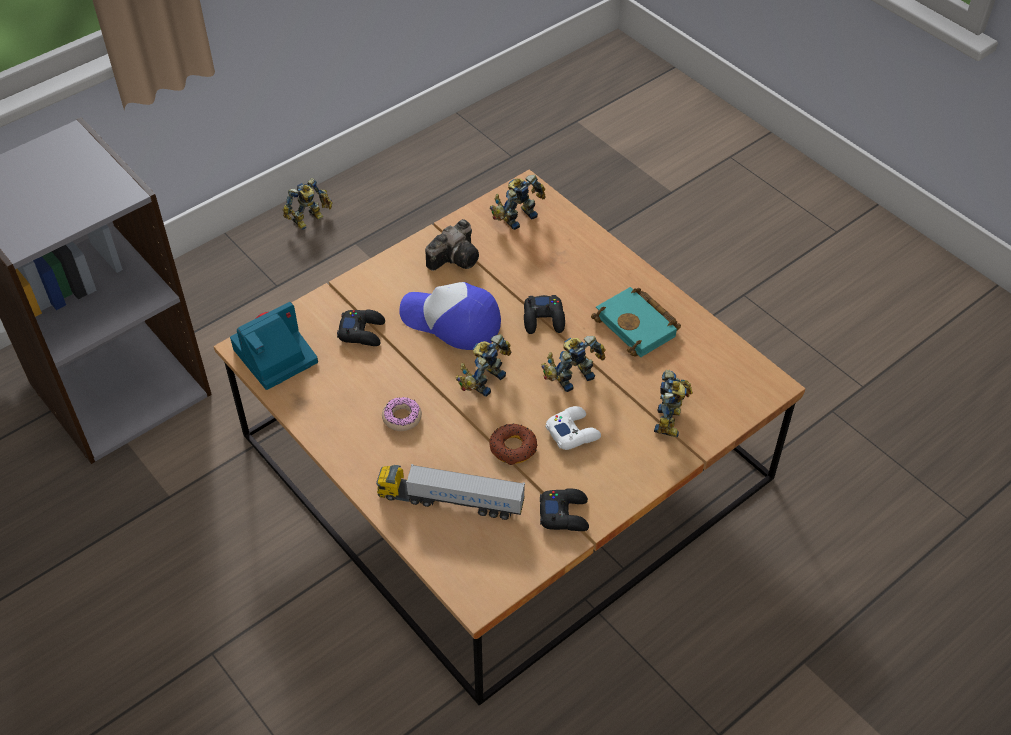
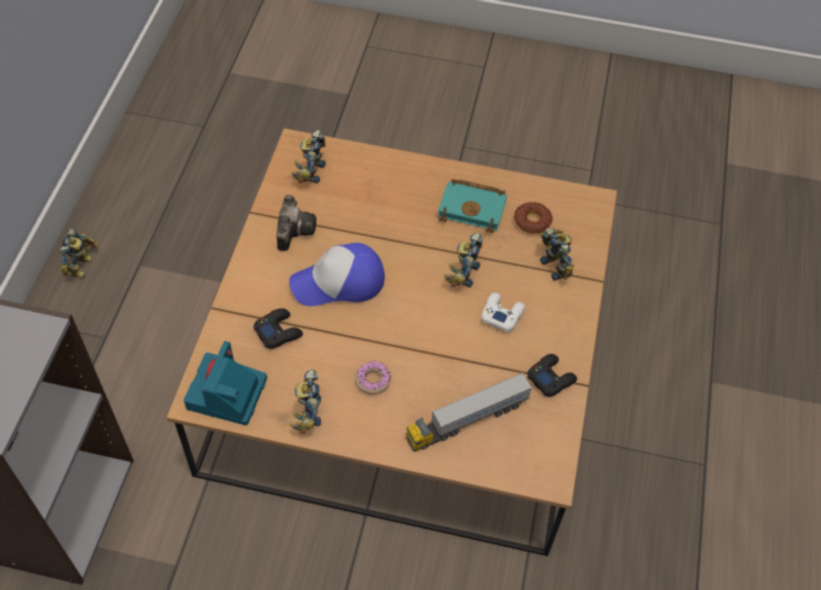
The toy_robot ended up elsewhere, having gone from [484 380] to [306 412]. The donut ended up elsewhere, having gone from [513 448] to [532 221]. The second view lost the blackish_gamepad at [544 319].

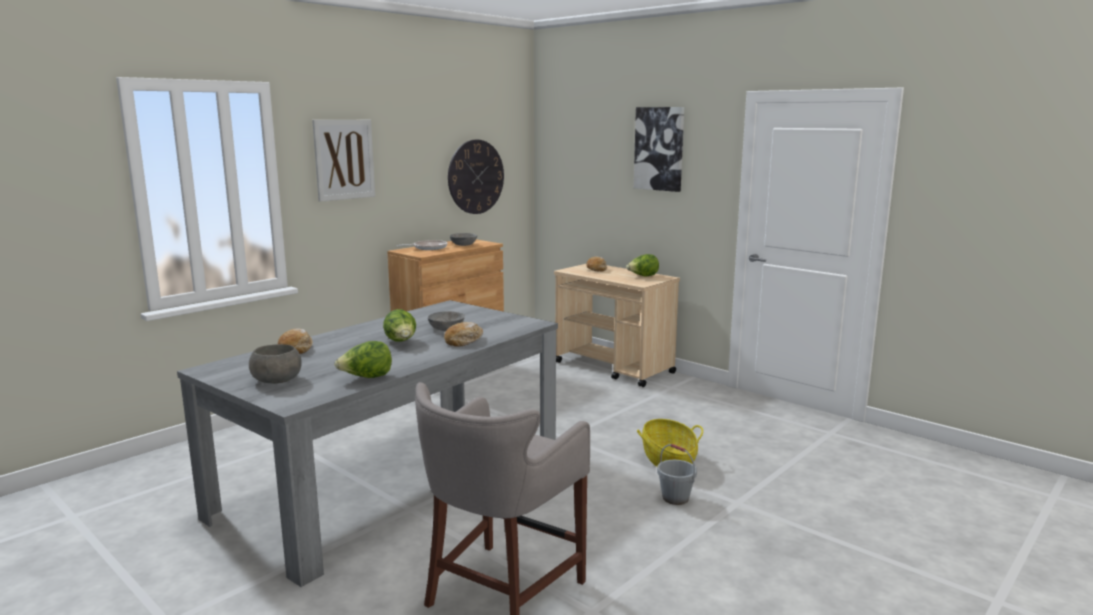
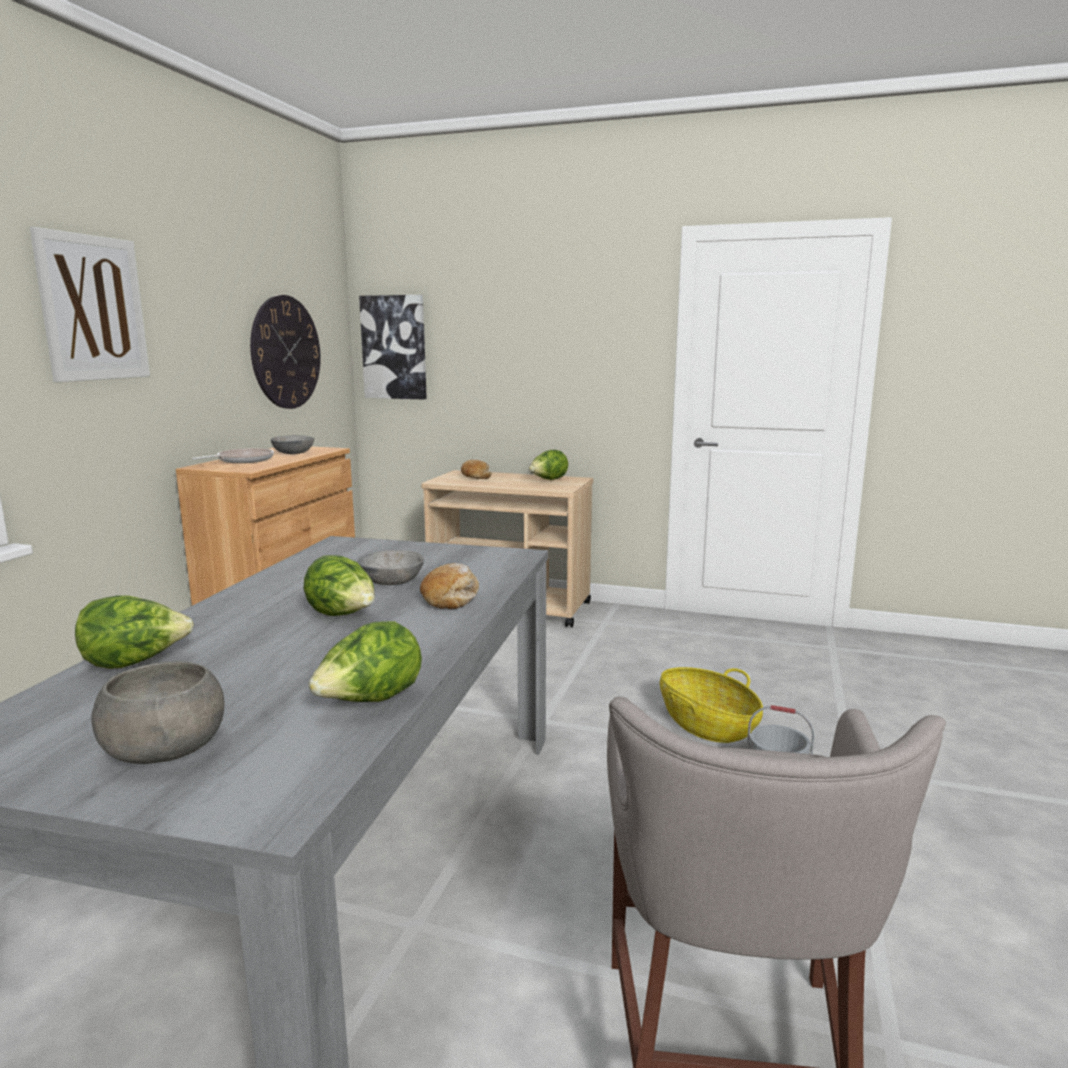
Where the bakery_bread stood at [296 348], the head_of_lettuce came to stand at [135 662]. The wall_art ended up elsewhere, having gone from [659 149] to [394 347].

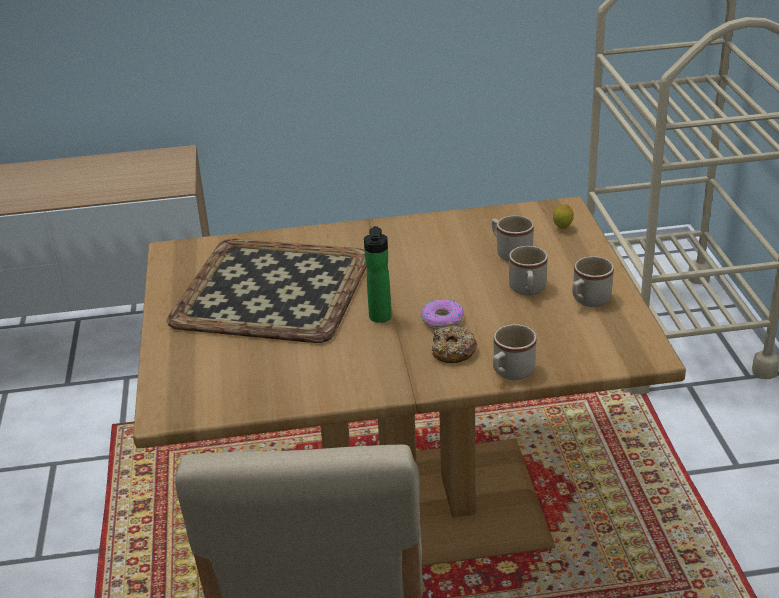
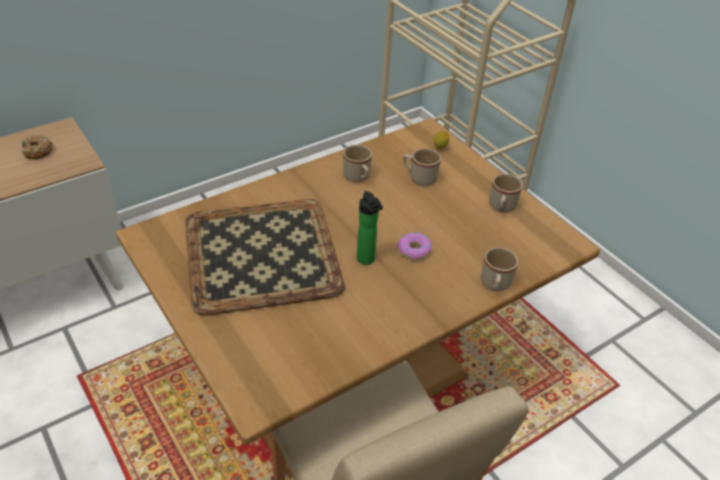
The donut ended up elsewhere, having gone from [453 351] to [37 151]. The sand-coloured_coffee_mug ended up elsewhere, having gone from [527 290] to [358 178].

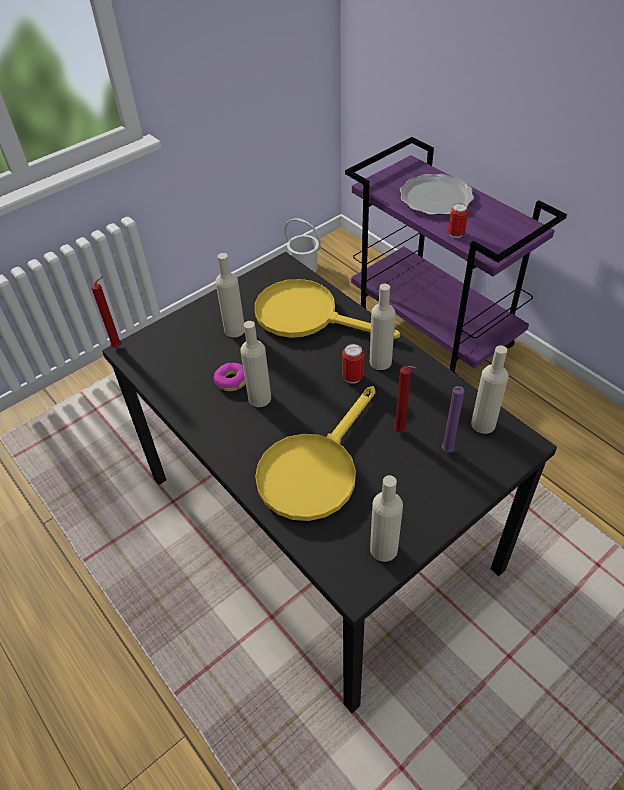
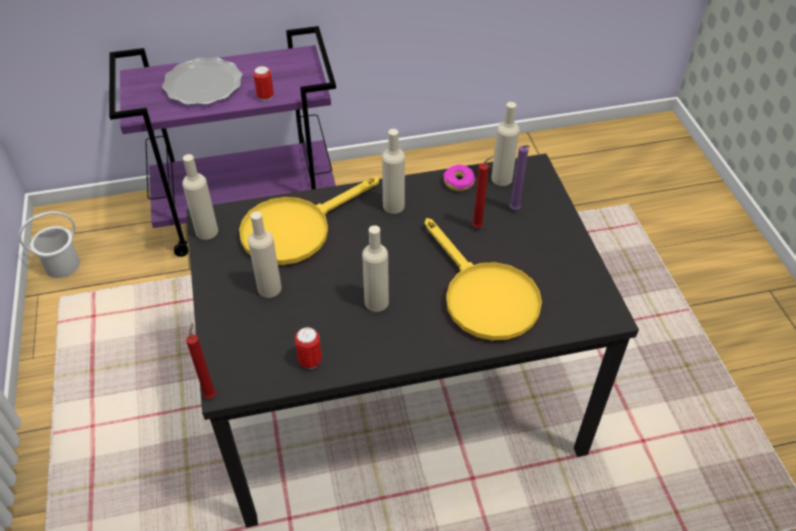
The sand-coloured_bottle ended up elsewhere, having gone from [383 549] to [206 231]. The sealed_can ended up elsewhere, having gone from [352 377] to [310 361]. The donut ended up elsewhere, having gone from [231 380] to [458 182].

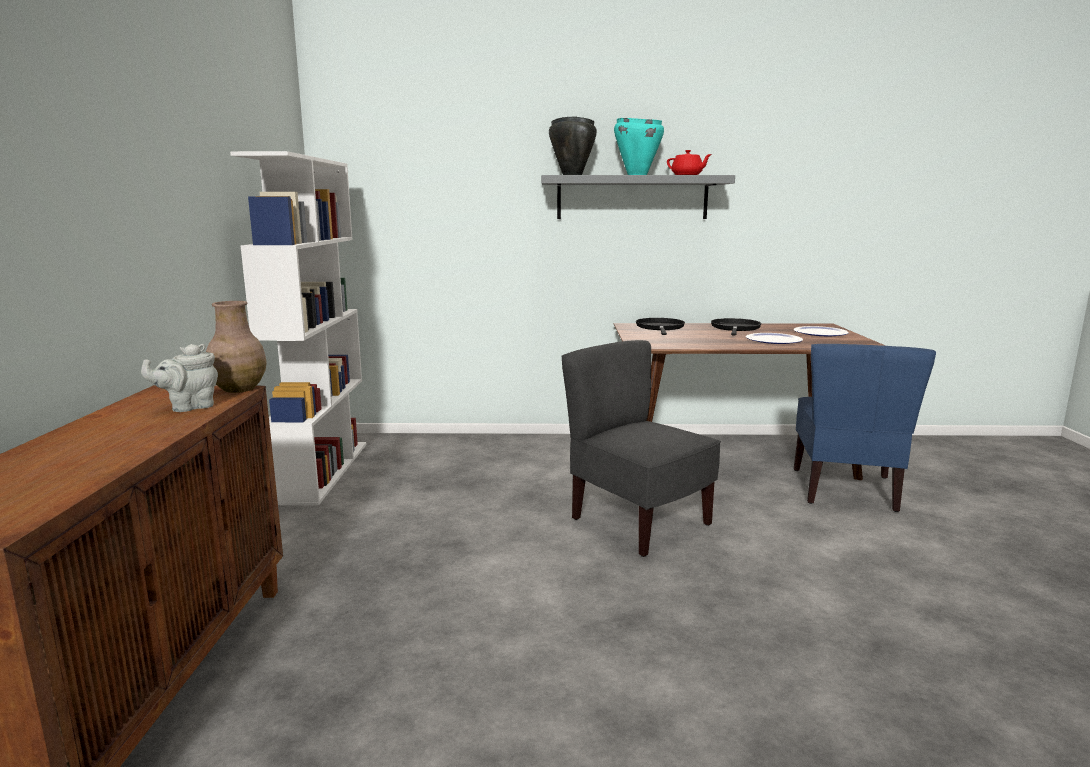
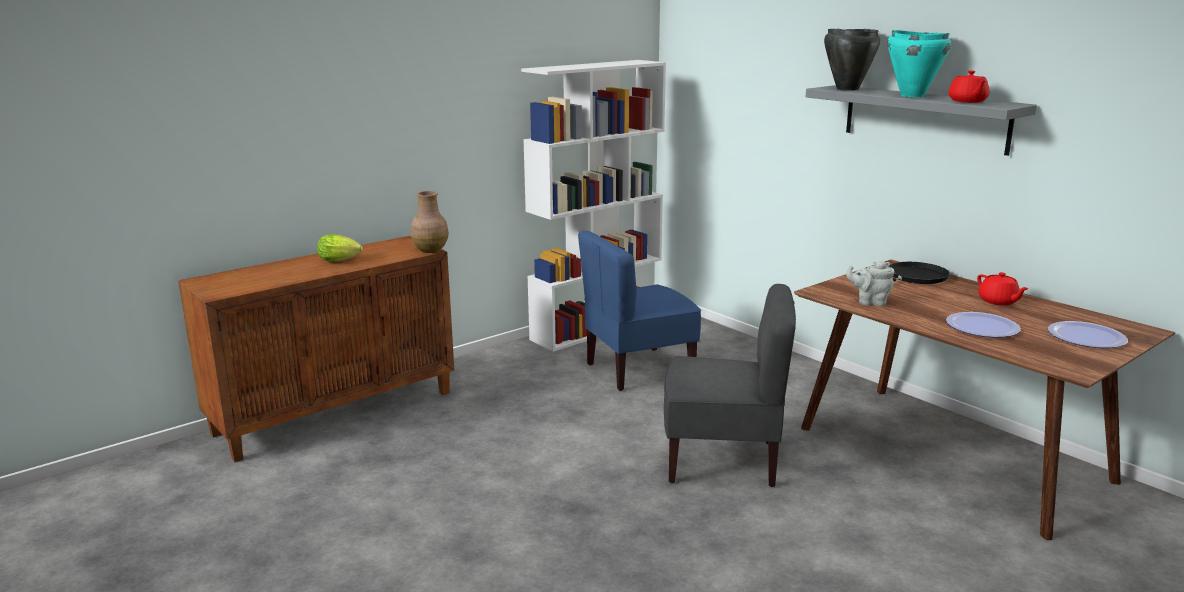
The second view gained the head_of_lettuce at [341 261]. The bluish_plain_chair ended up elsewhere, having gone from [845 490] to [638 370]. The gray_plain_chair at [638 523] ended up facing another way, 90 degrees clockwise from before. The gray_pot_for_tea ended up elsewhere, having gone from [189 407] to [870 302]. Where the blackish_skillet stood at [735 328], the red_pot_for_tea came to stand at [998 301].

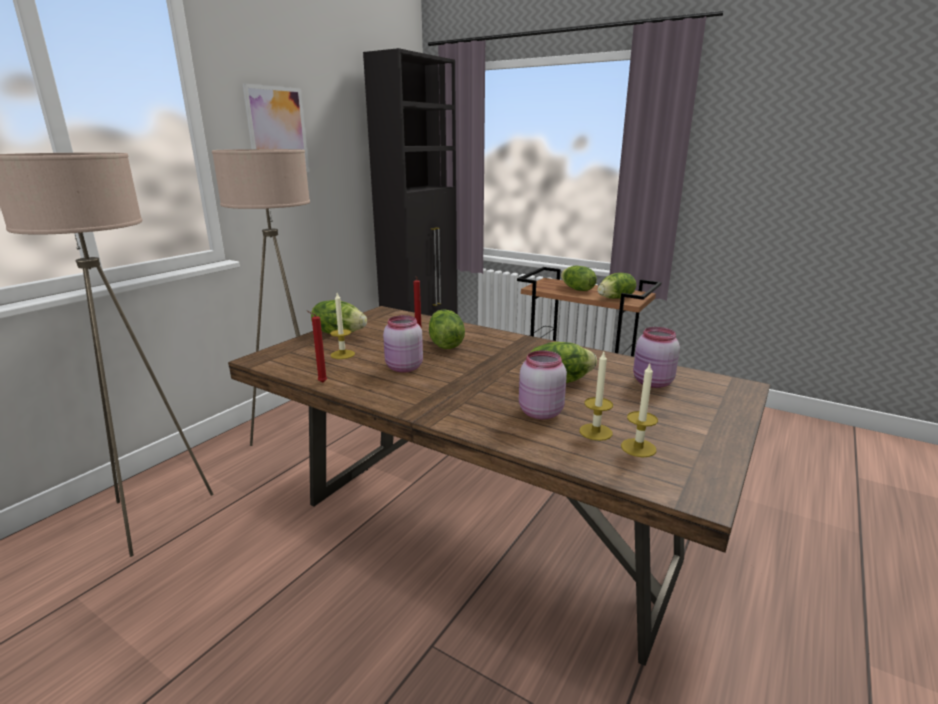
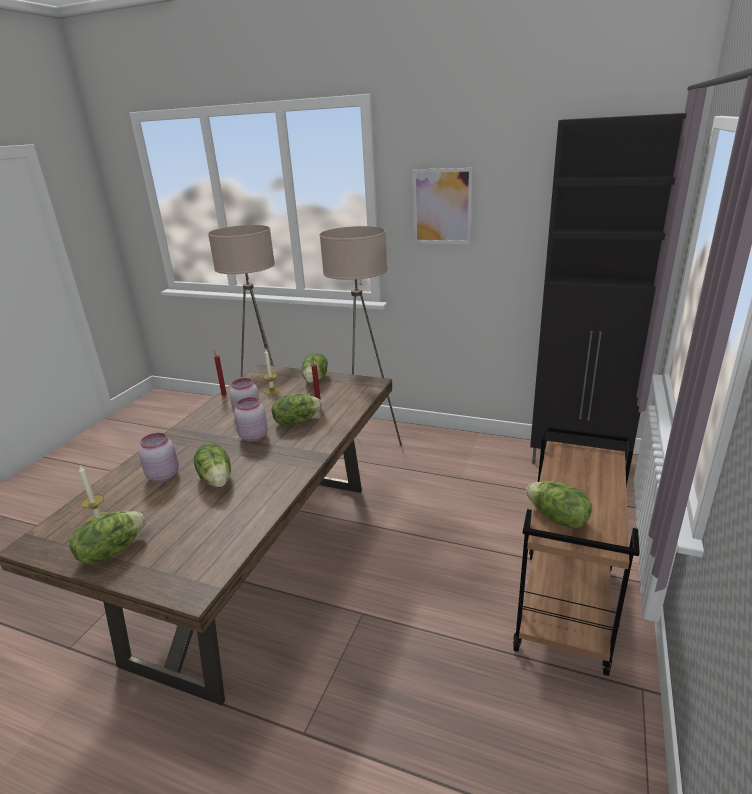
The head_of_lettuce ended up elsewhere, having gone from [577 289] to [111 551]. The pinkish_storage_jar ended up elsewhere, having gone from [652 383] to [253 437]. The second view lost the wax_light at [595 432].

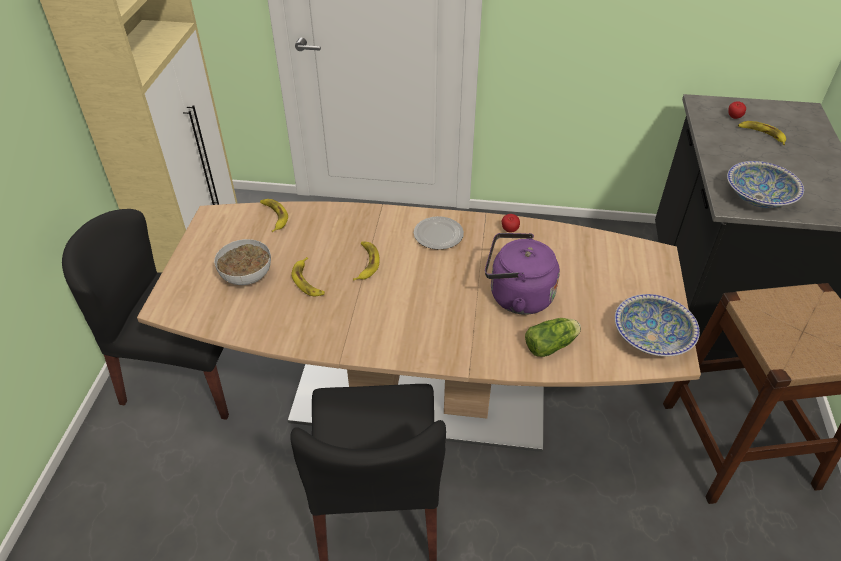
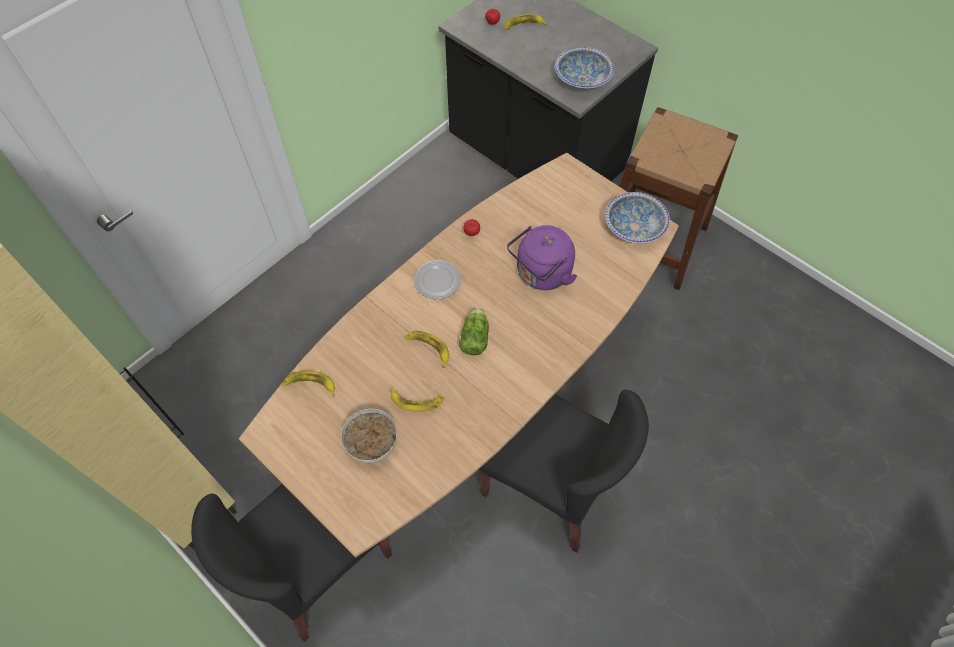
The head_of_lettuce ended up elsewhere, having gone from [552 345] to [475 337].

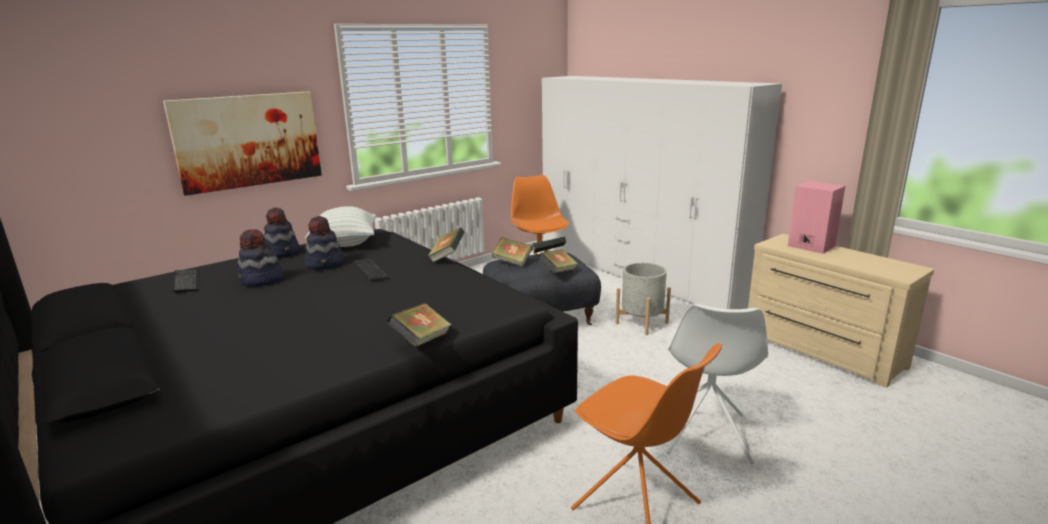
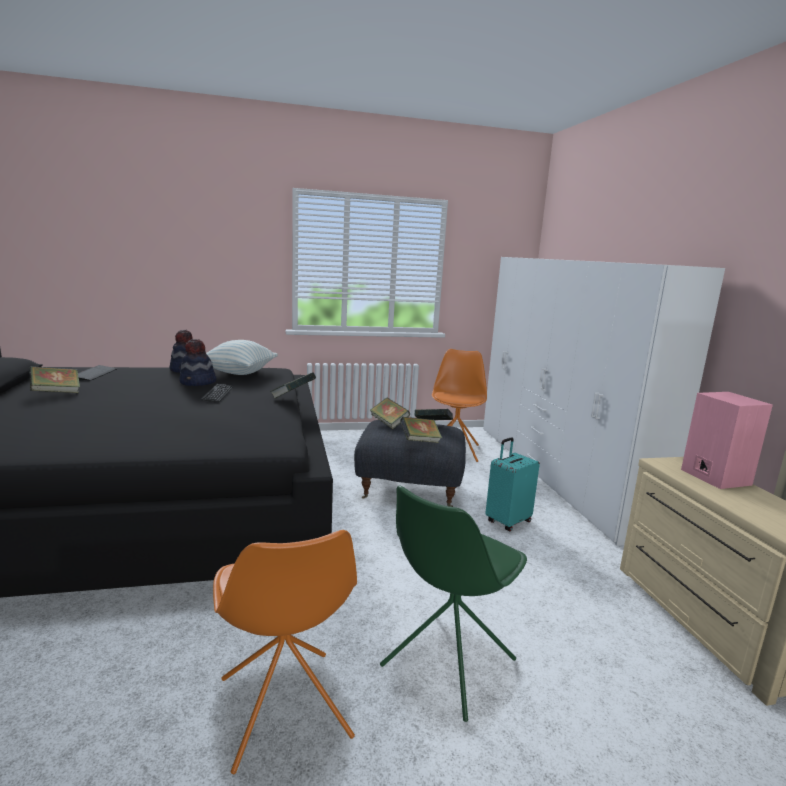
The bound_book ended up elsewhere, having gone from [421 341] to [56 393]. What was the white-coloured_plain_chair at [706 435] turned into the greenish_plain_chair at [446 664]. Where the gray_flower_pot stood at [641 323], the blue-green_suitcase came to stand at [507 521]. The second view lost the wall_art at [248 141]. The second view lost the wearable_hat at [261 280].

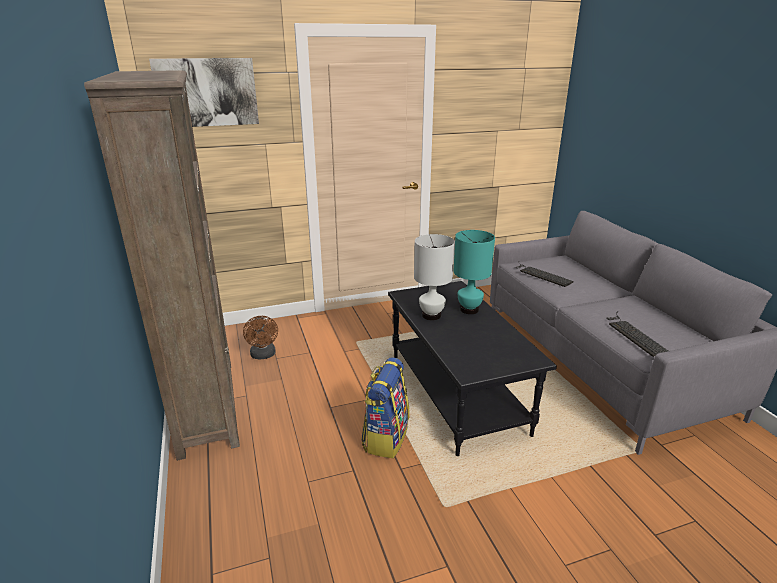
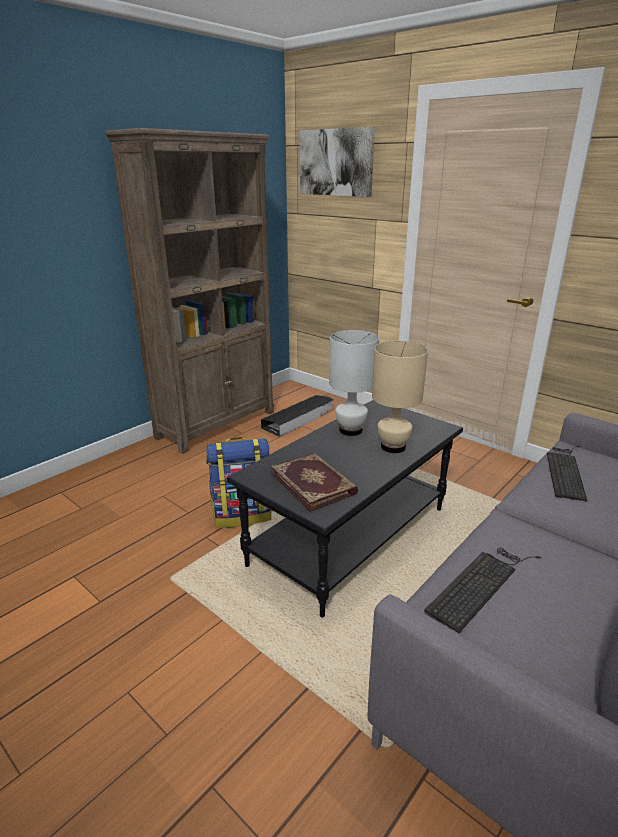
Where the brownish_cooling_fan stood at [263 355], the blackish_storage_box came to stand at [299 419]. The second view gained the bound_book at [314 483]. What was the blue-green_tabletop_lamp at [469 309] turned into the sand-coloured_tabletop_lamp at [393 446].

